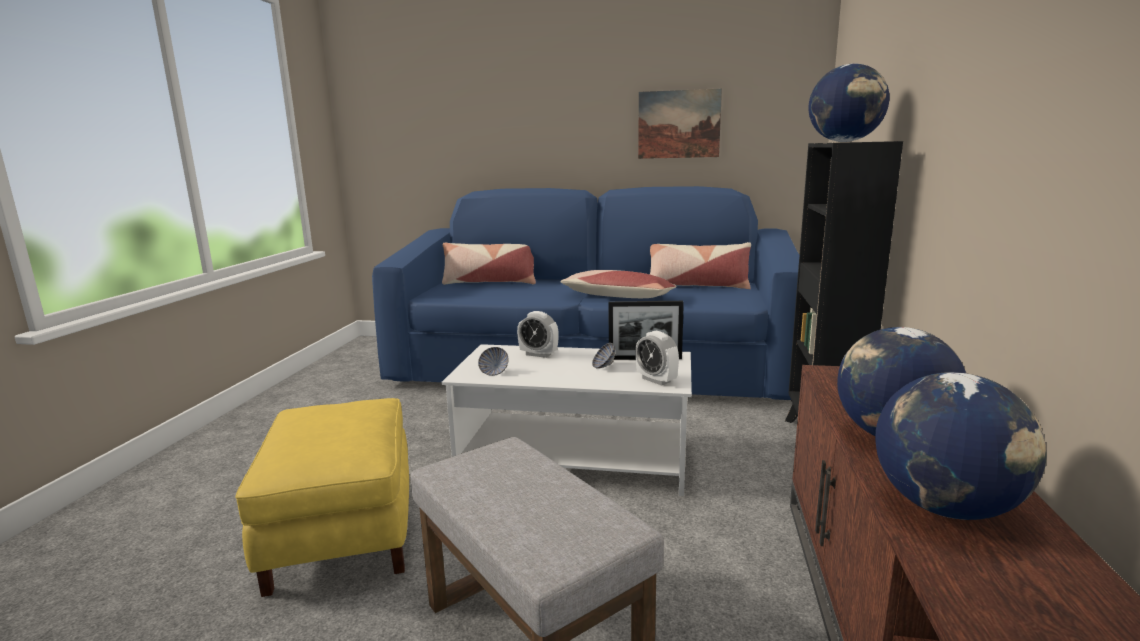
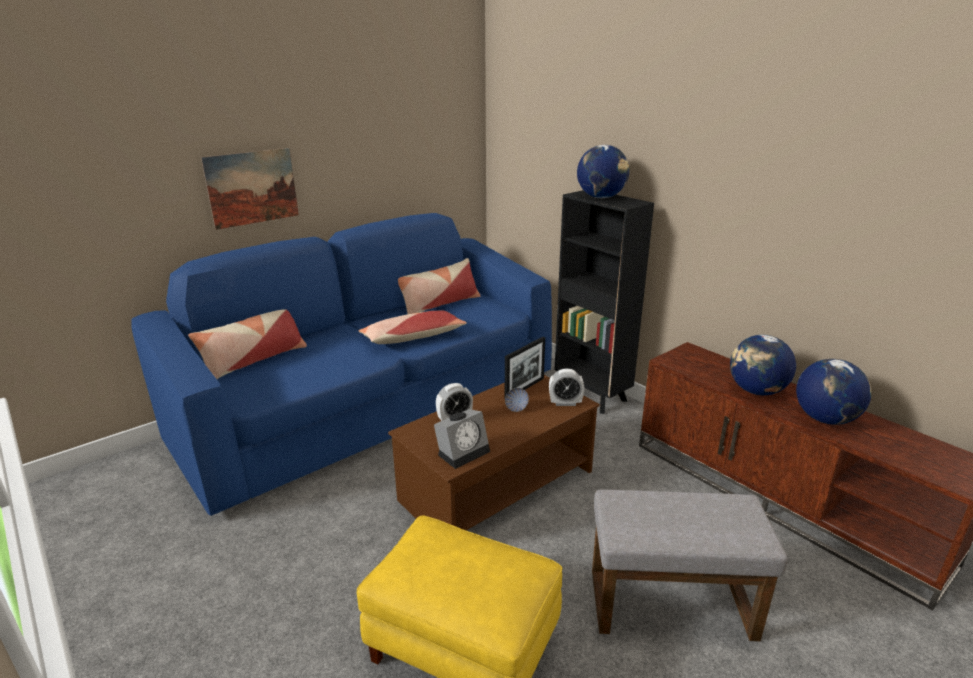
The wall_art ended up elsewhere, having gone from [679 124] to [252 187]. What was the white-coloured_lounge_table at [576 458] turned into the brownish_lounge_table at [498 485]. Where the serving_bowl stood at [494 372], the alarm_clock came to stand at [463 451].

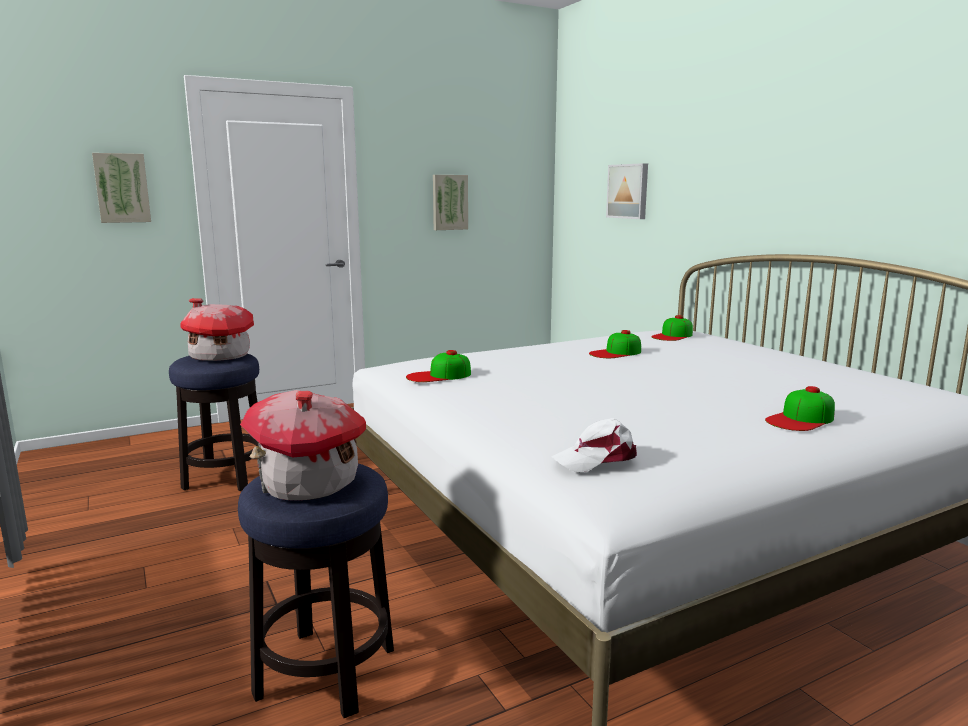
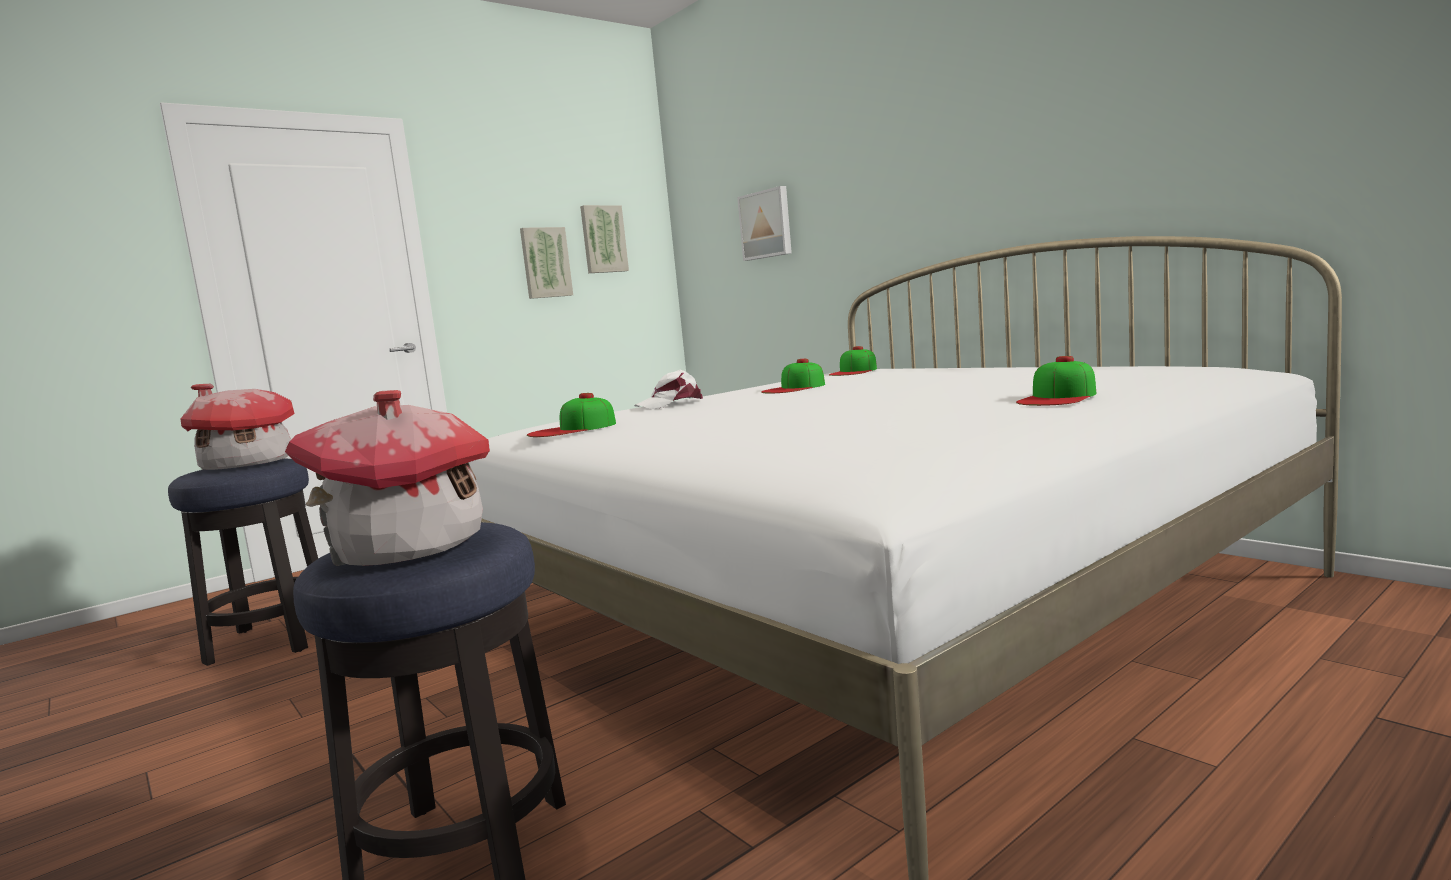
The wall_art ended up elsewhere, having gone from [122 188] to [603 239]. The white-coloured_baseball_cap ended up elsewhere, having gone from [597 458] to [671 404].

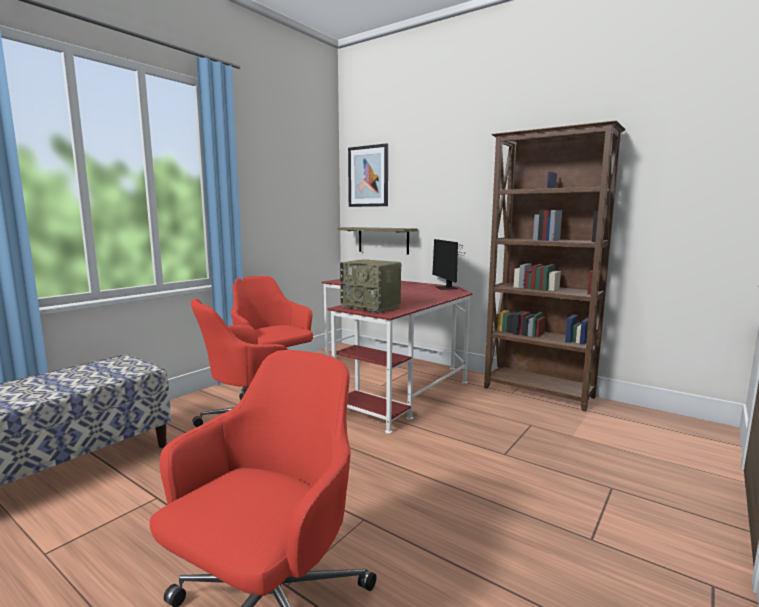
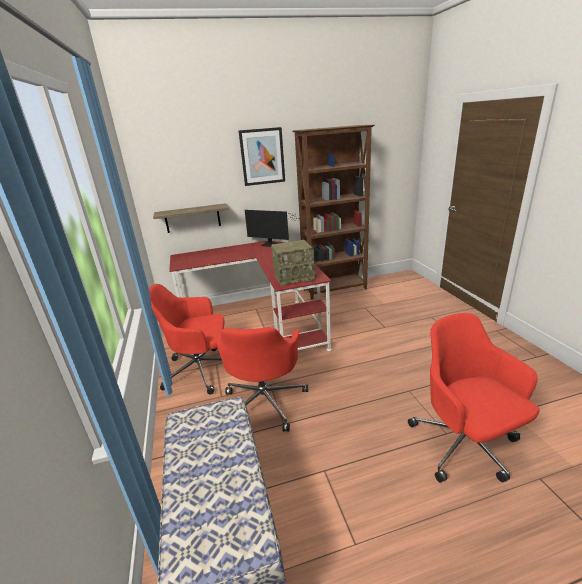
The wall_art ended up elsewhere, having gone from [368 176] to [262 156].

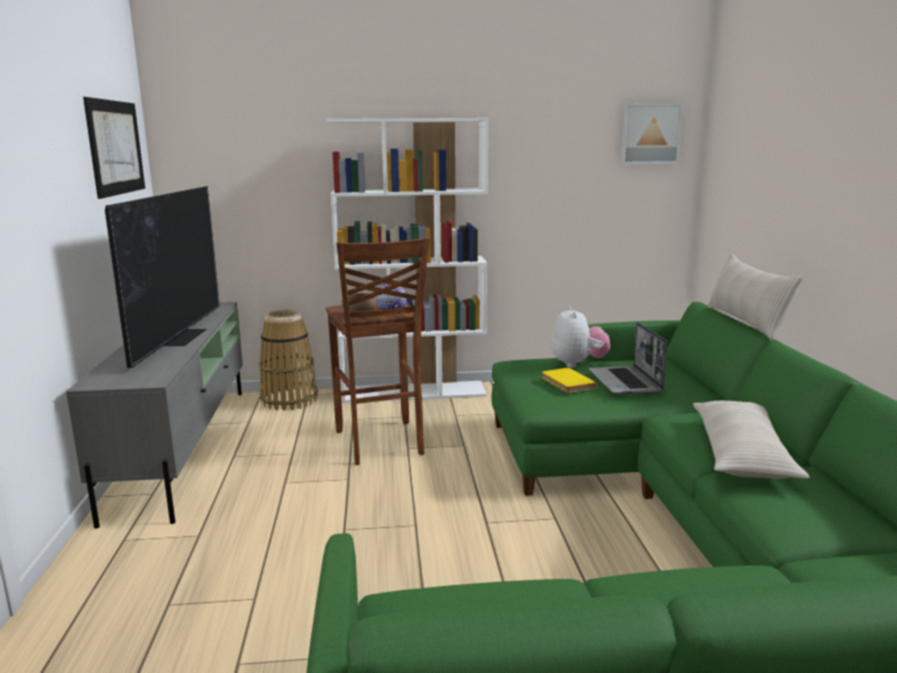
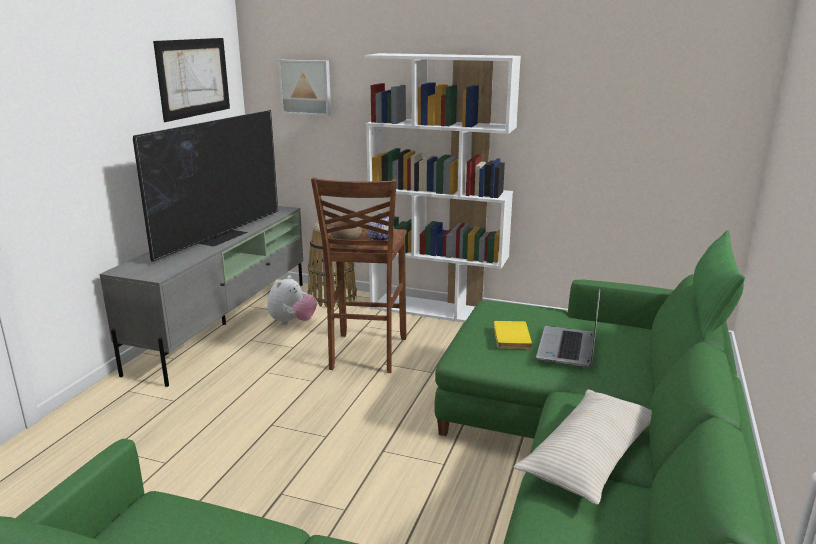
The soft_toy ended up elsewhere, having gone from [578 364] to [292 322]. The wall_art ended up elsewhere, having gone from [649 134] to [306 87]. What was the sand-coloured_cushion at [746 322] turned into the greenish_cushion at [710 311].

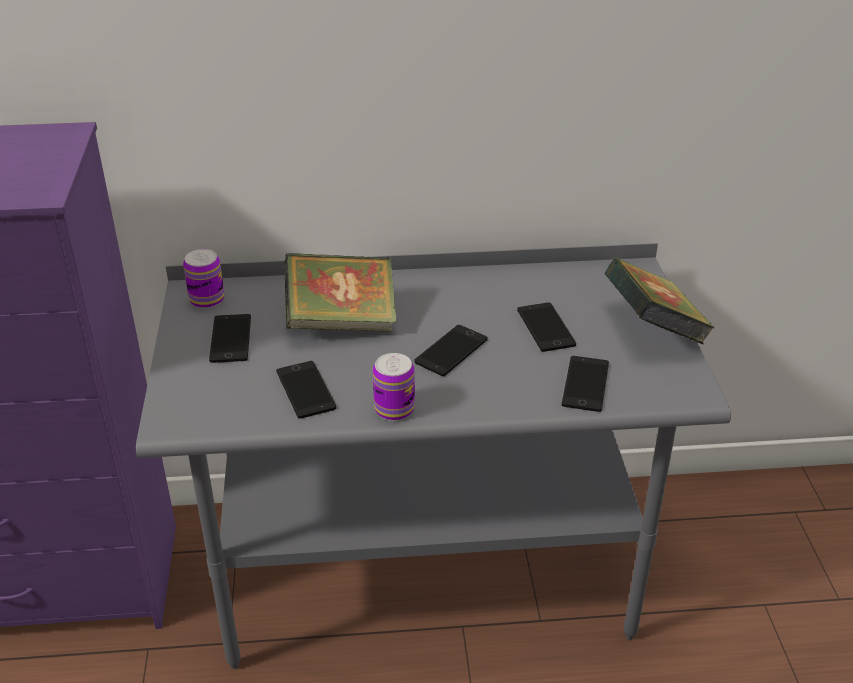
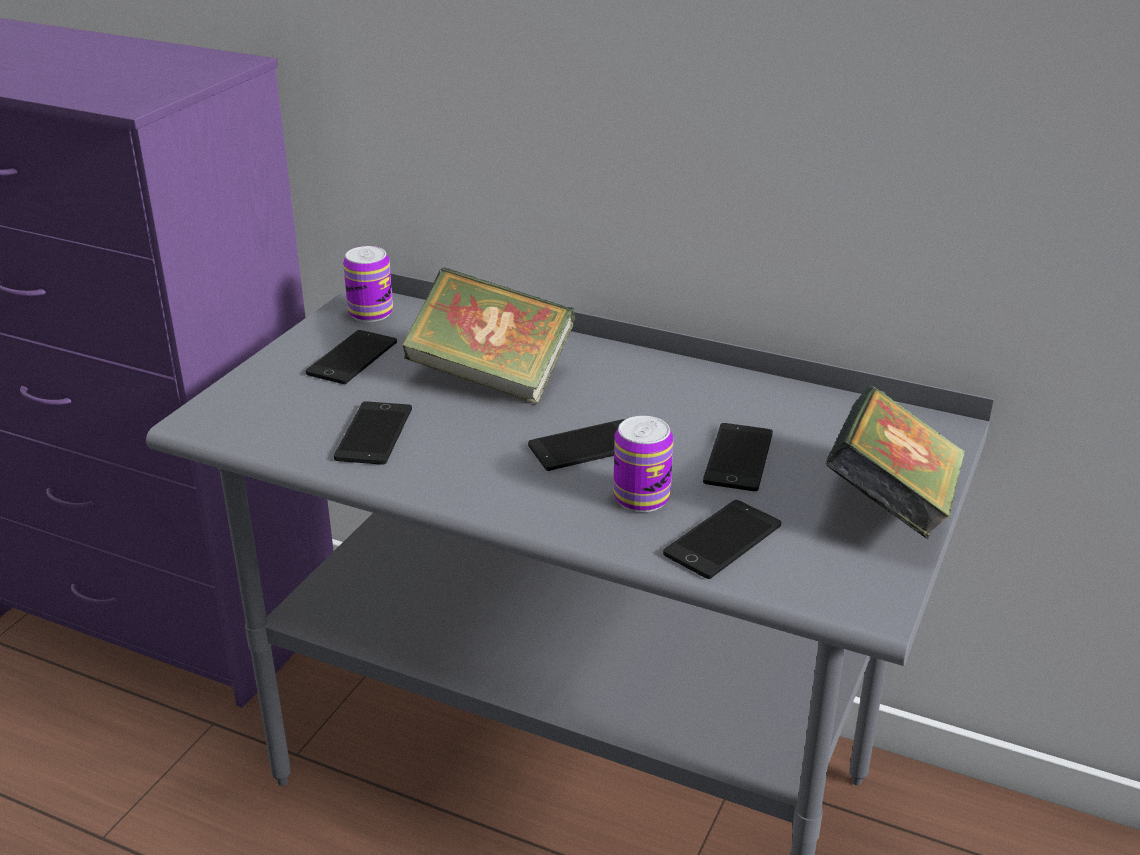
The sealed_can ended up elsewhere, having gone from [394 409] to [641 498].

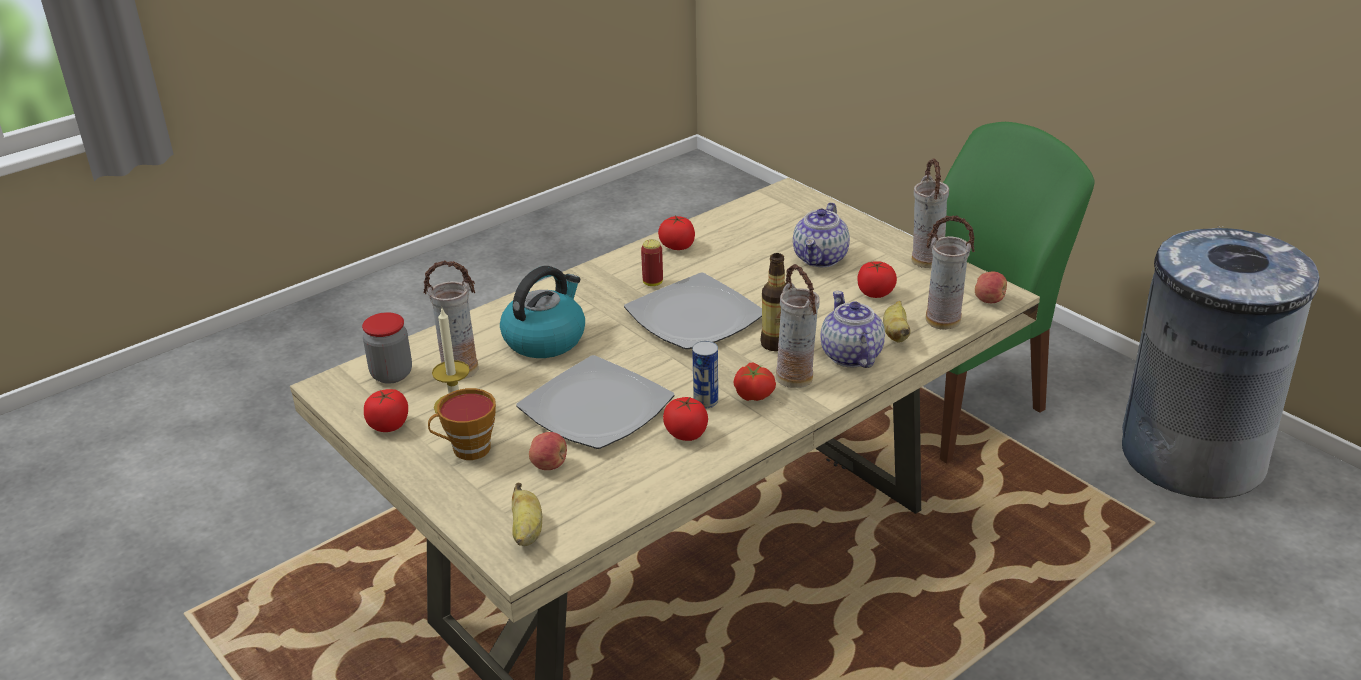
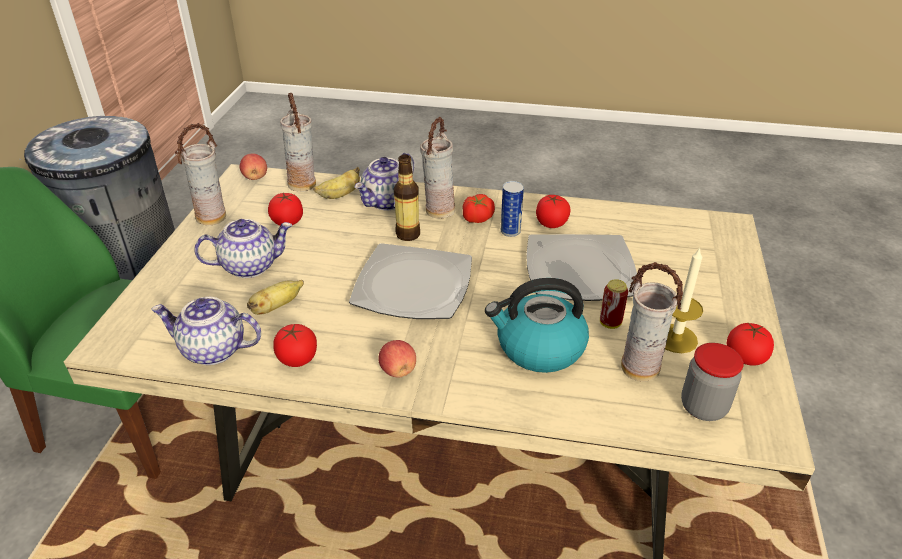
The second view gained the pot_for_tea at [212 350]. The banana ended up elsewhere, having gone from [527 532] to [276 307]. The whole_apple ended up elsewhere, having gone from [549 465] to [398 370]. The sealed_can ended up elsewhere, having gone from [652 283] to [610 323]. The second view lost the drinking_cup at [467 450].

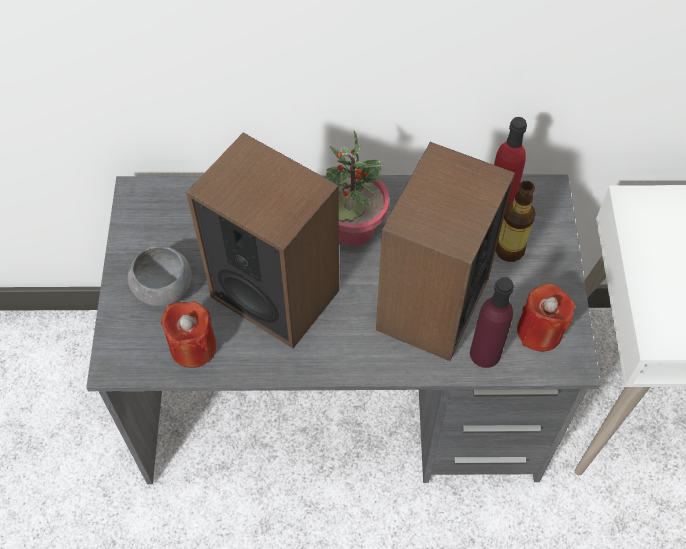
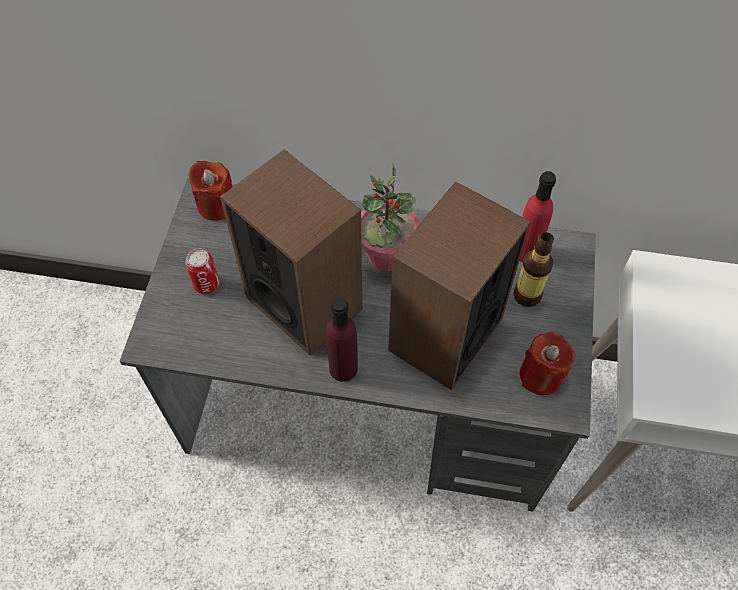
Where the gray_serving_bowl stood at [164 289], the sealed_can came to stand at [206 284]. The red_wax_light ended up elsewhere, having gone from [193 347] to [216 205]. The purple_bottle ended up elsewhere, having gone from [485 353] to [343 368].

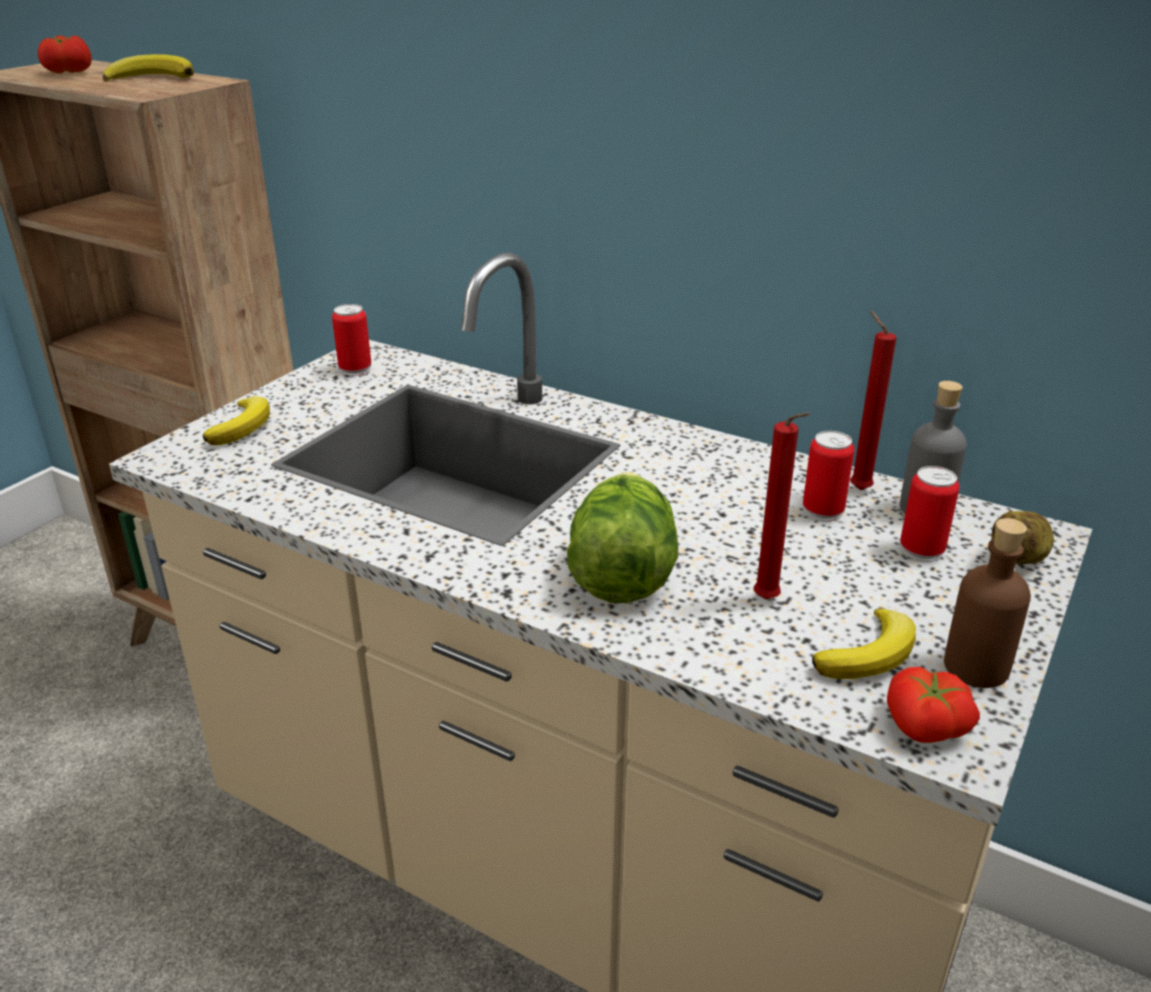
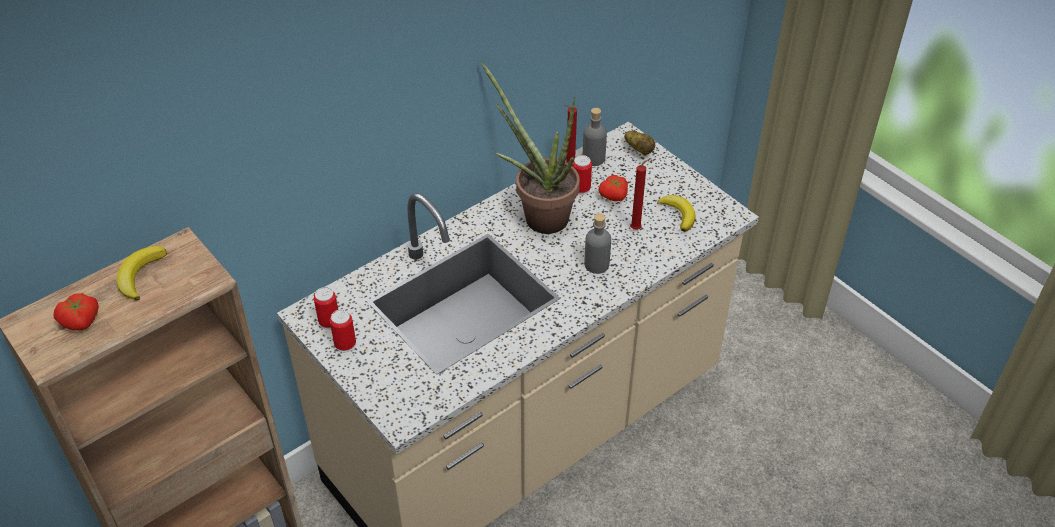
The sealed_can ended up elsewhere, having gone from [921 550] to [345 344]. The second view gained the potted_plant at [538 214]. Where the head_of_lettuce stood at [620 569], the gray_bottle came to stand at [596 265]. The tomato ended up elsewhere, having gone from [924 728] to [614 196]. The second view lost the banana at [243 426]. The second view lost the brownish_bottle at [975 667].

